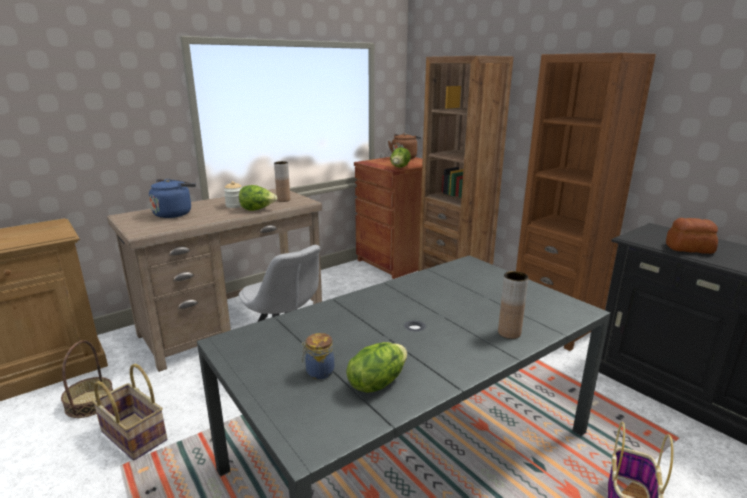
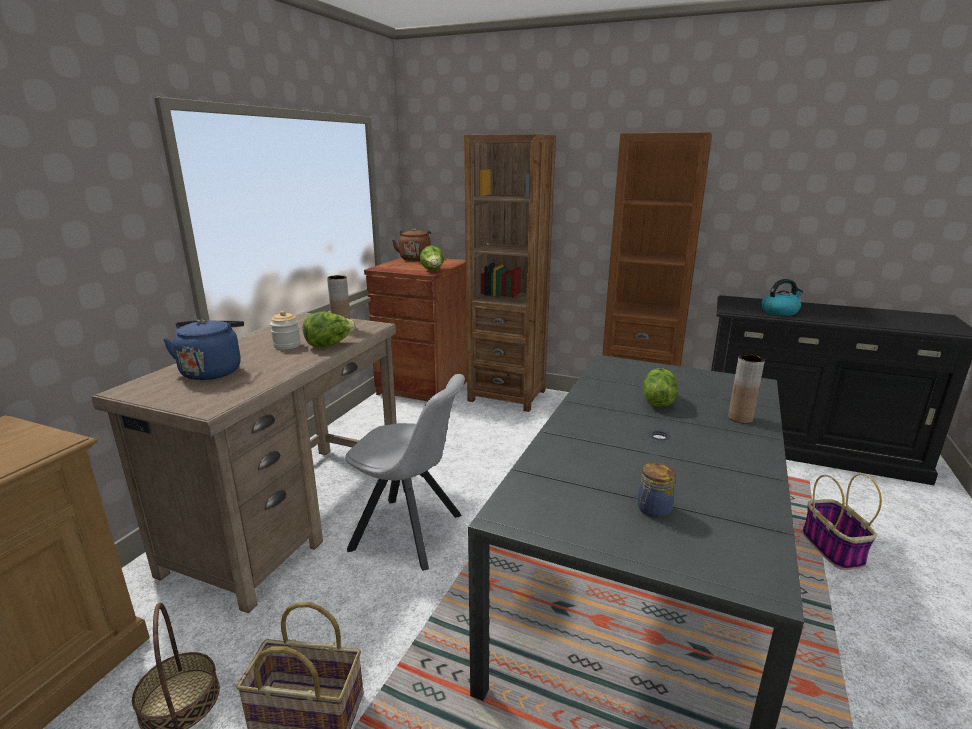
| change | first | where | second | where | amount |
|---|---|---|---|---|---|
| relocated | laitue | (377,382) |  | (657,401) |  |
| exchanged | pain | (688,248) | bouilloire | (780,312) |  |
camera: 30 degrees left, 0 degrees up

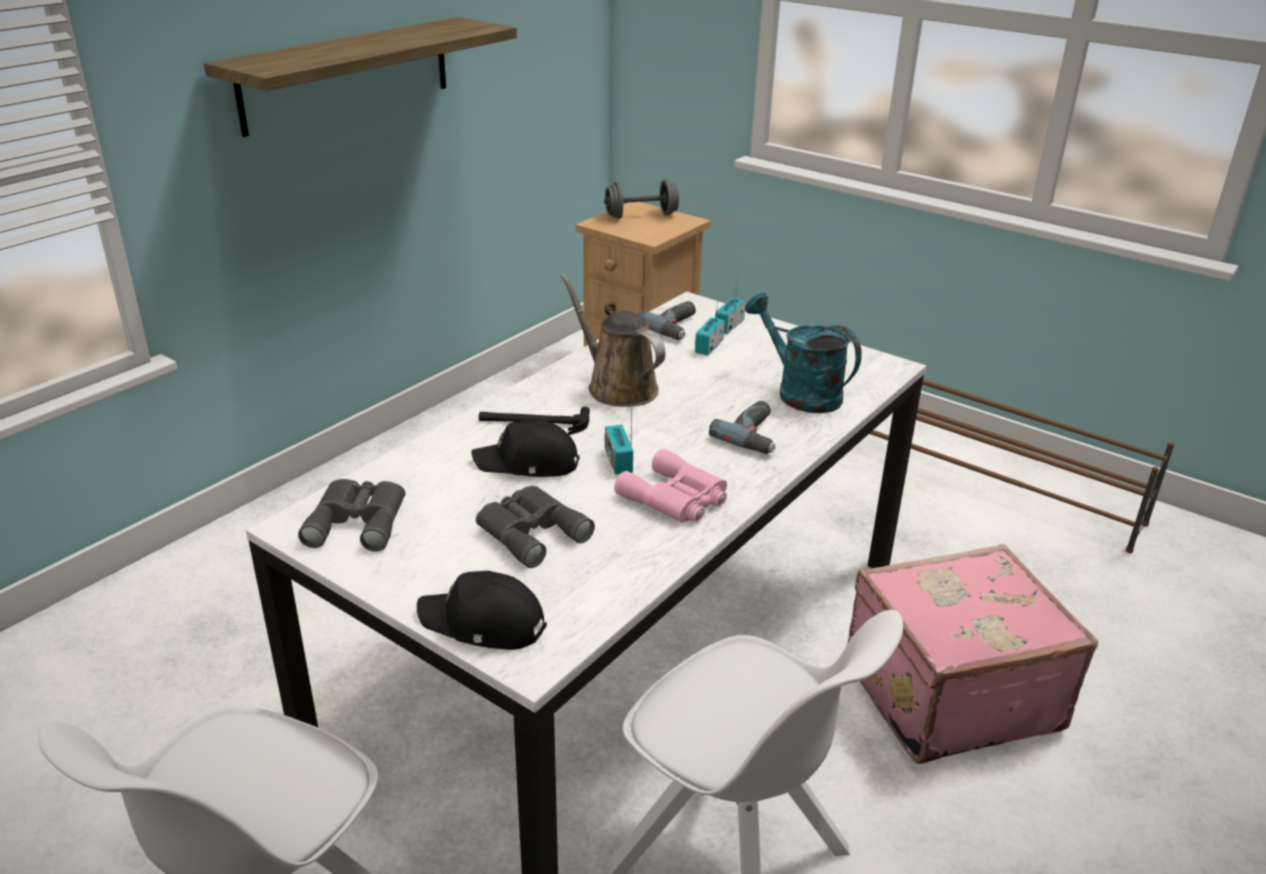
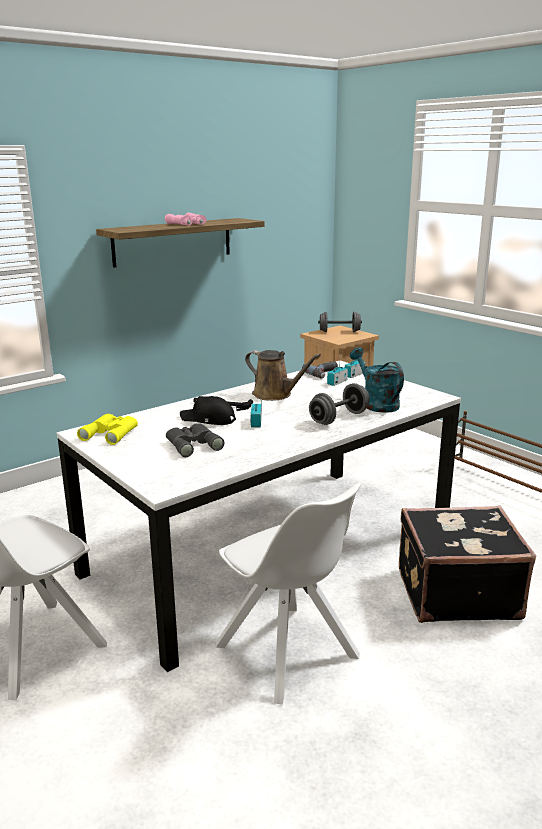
| change | first | where | second | where | amount |
|---|---|---|---|---|---|
| colour | jumelles (gris) | (359,520) | jumelles (jaune) | (111,433) |  |
| relocated | jumelles (rose) | (676,499) |  | (187,224) |  |
| spun | arrosoir (marron) | (617,387) |  | (275,394) | 150 degrees clockwise |
| exchanged | perceuse | (756,435) | haltère (gris) | (339,418) |  |
| colour | valise (rose) | (947,693) | valise (noir) | (455,592) |  |
| missing | casquette (noir) | (483,624) |  |  |  |
camera: 15 degrees right, 10 degrees down

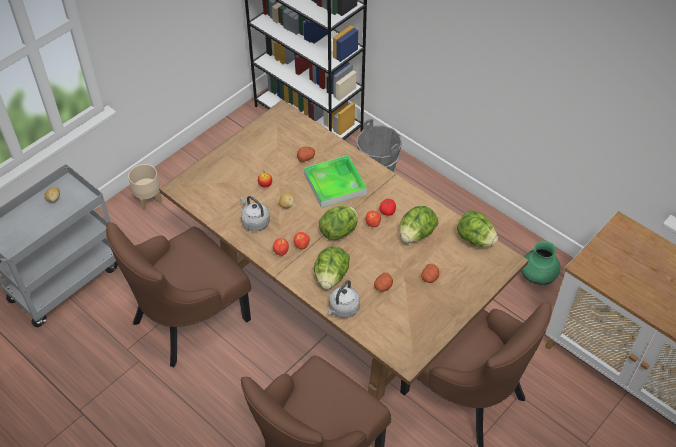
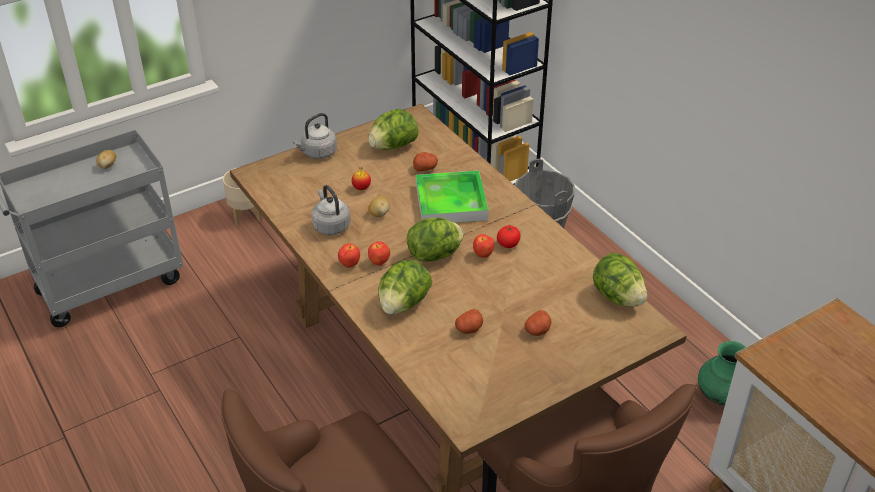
| change | first | where | second | where | amount |
|---|---|---|---|---|---|
| relocated | bouilloire (gris) | (343,309) |  | (318,153) |  |
| relocated | laitue | (416,234) |  | (393,146) |  |
| missing | chaise (marron) | (191,318) |  |  |  |
camera: 15 degrees right, 10 degrees down

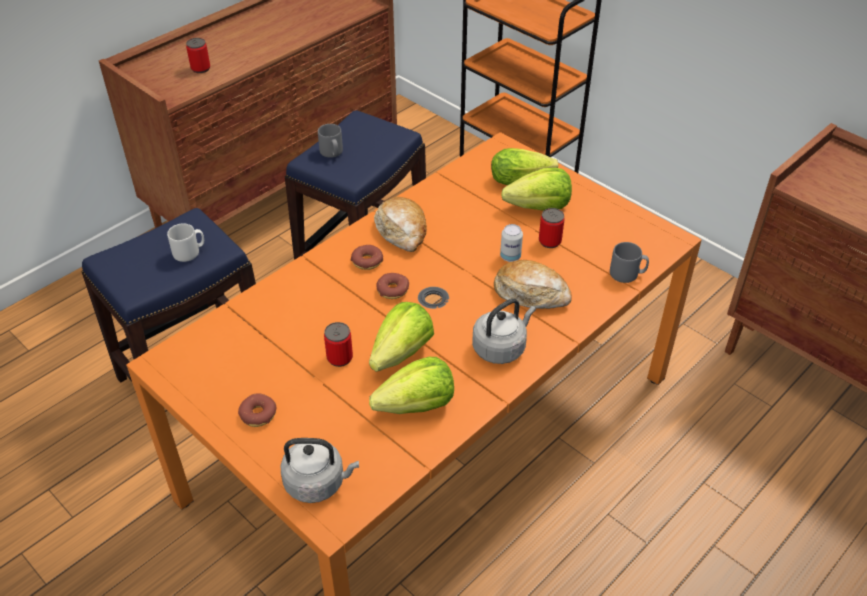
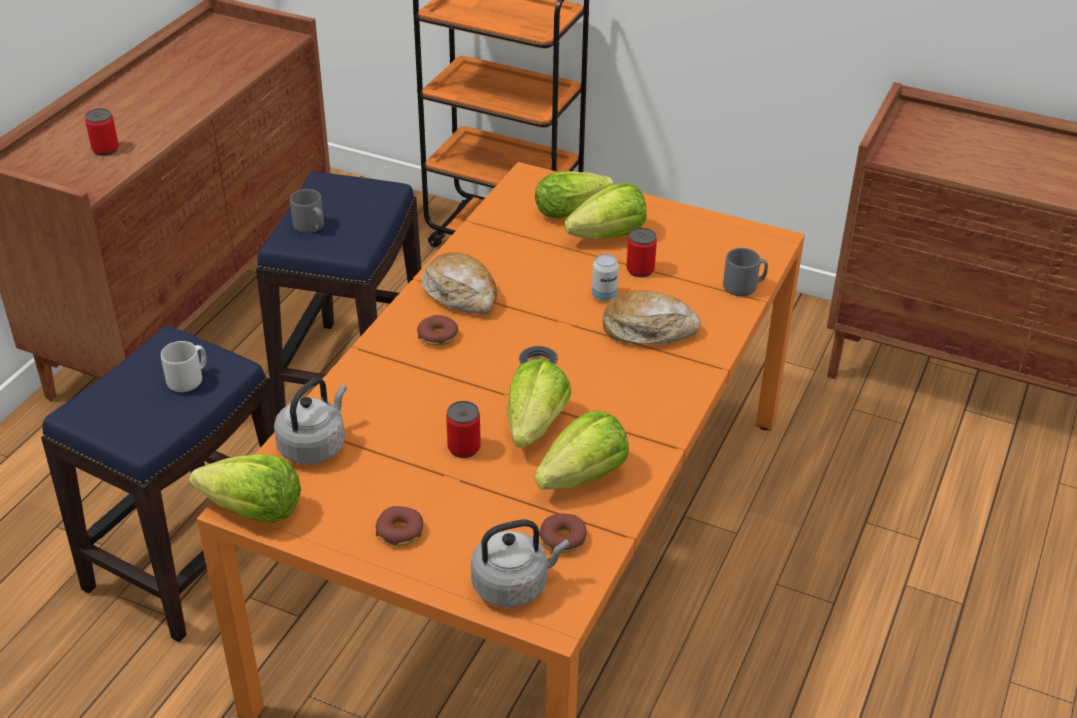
| change | first | where | second | where | amount |
|---|---|---|---|---|---|
| appeared |  |  | laitue | (253,511) |  |
| relocated | bouilloire (gris) | (501,347) |  | (314,445) |  |
| relocated | beignet | (392,290) |  | (562,539) |  |
camera: 20 degrees left, 5 degrees down

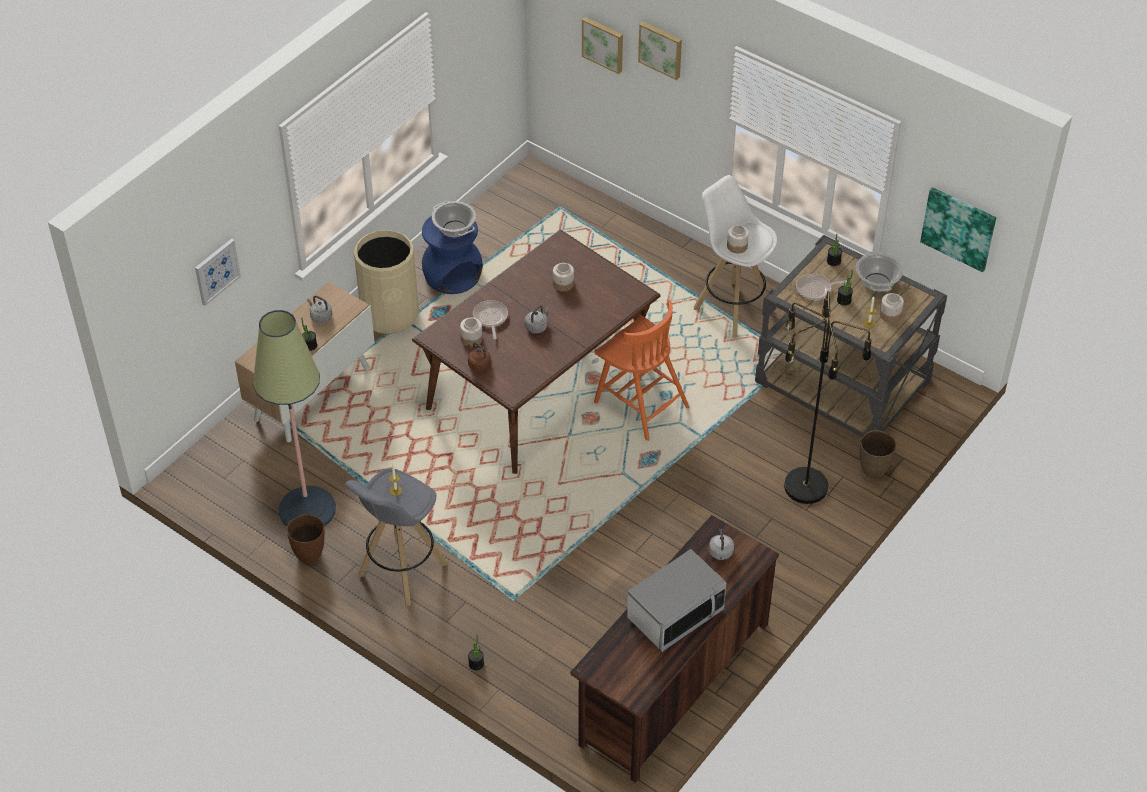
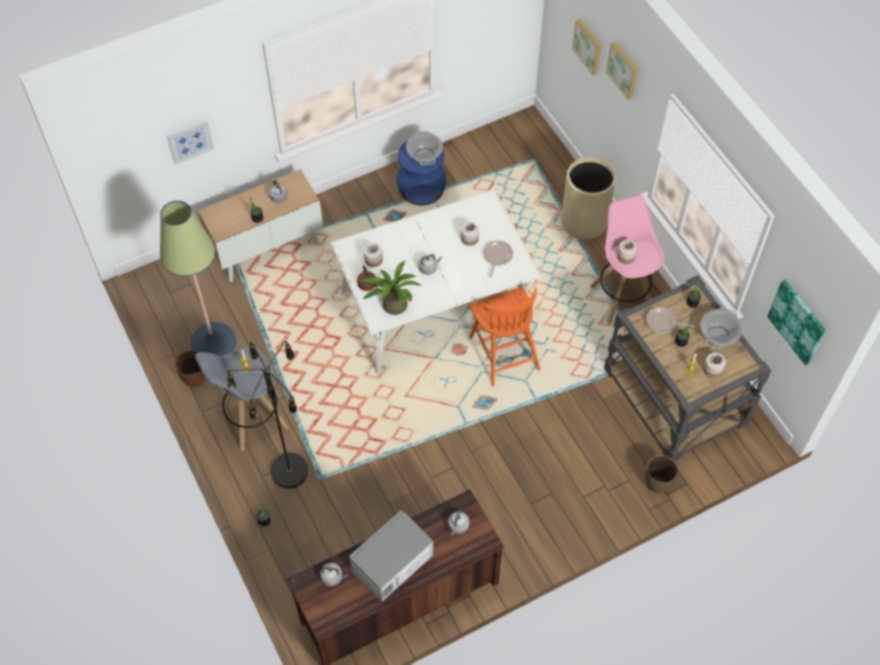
| change | first | where | second | where | amount |
|---|---|---|---|---|---|
| relocated | lampadaire | (804,487) |  | (288,471) |  |
| appeared |  |  | bouilloire (gris) | (333,577) |  |
| colour | table à manger (marron) | (539,385) | table à manger (blanc) | (435,306) |  |
| spun | micro-ondes | (675,614) |  | (392,564) | 150 degrees clockwise |
| appeared |  |  | plante en pot | (392,304) |  |
| relocated | poêle | (490,318) |  | (497,257) |  |
| relocated | poubelle (beige) | (390,314) |  | (584,221) |  |
| colour | tabouret (blanc) | (732,307) | tabouret (rose) | (621,296) |  |
camera: 25 degrees right, 10 degrees up

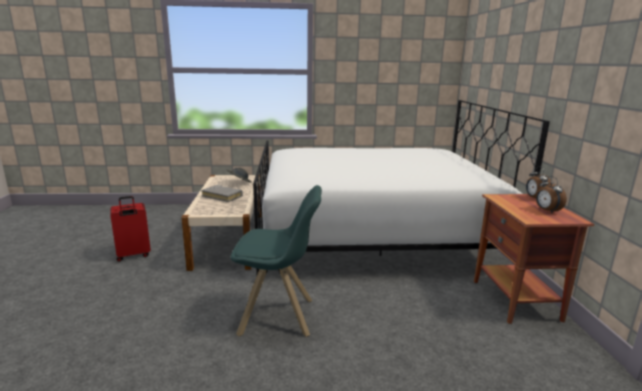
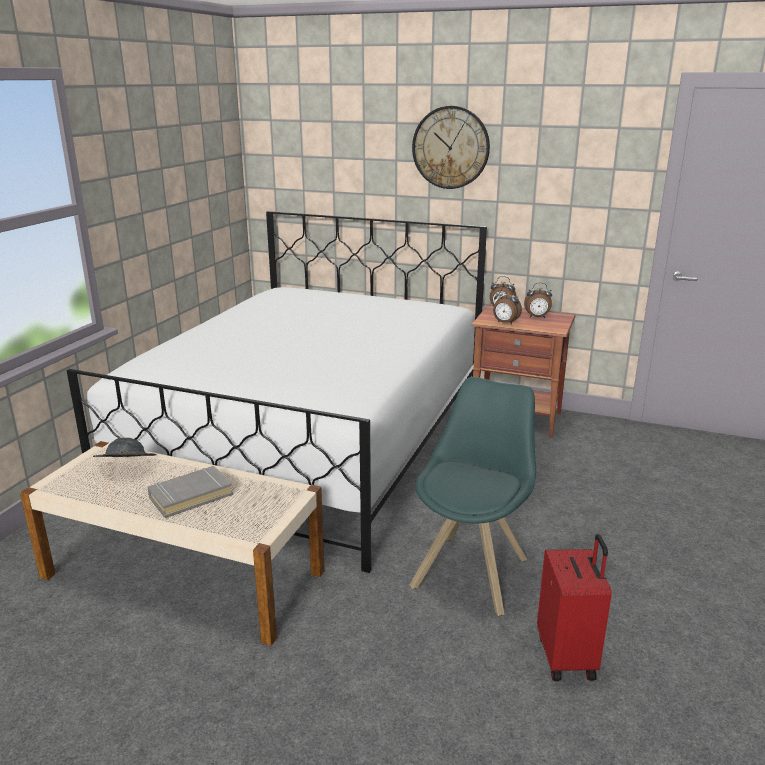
| change | first | where | second | where | amount |
|---|---|---|---|---|---|
| appeared |  |  | horloge murale | (450,147) |  |
| appeared |  |  | réveil | (505,323) |  |
| relocated | valise (rouge) | (133,255) |  | (568,657) |  |
camera: 65 degrees left, 5 degrees up

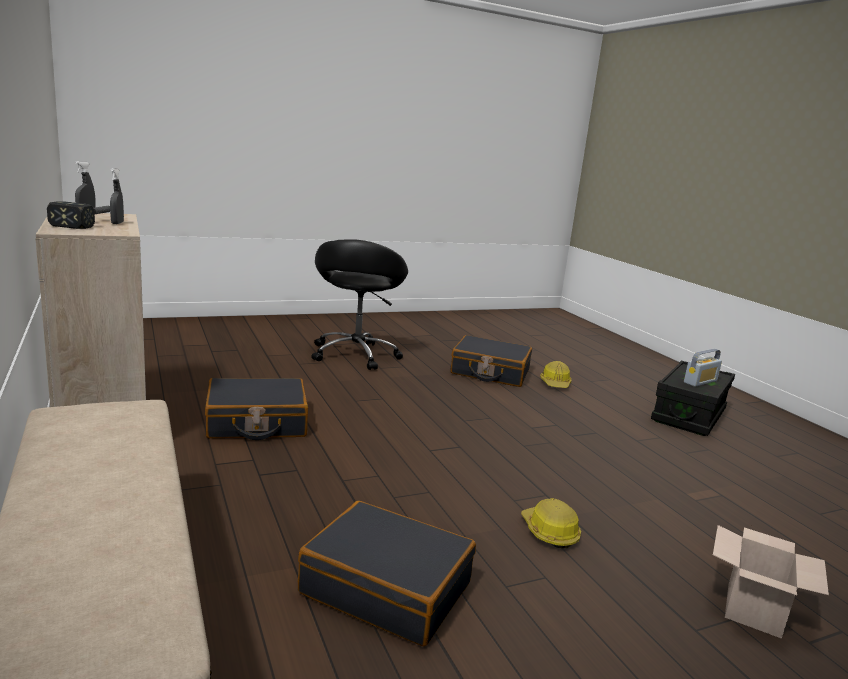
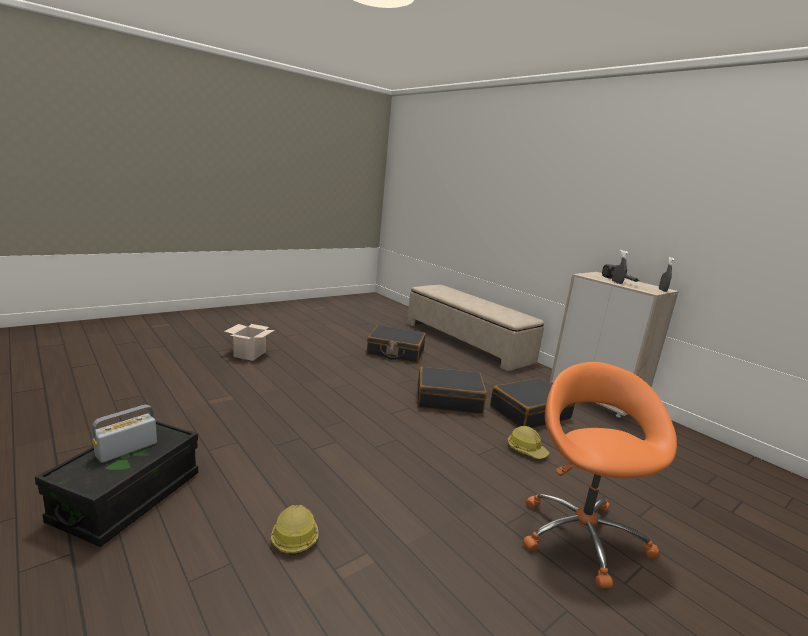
| change | first | where | second | where | amount |
|---|---|---|---|---|---|
| relocated | valise (noir) | (490,372) |  | (448,399) |  |
| relocated | casque de chantier | (549,532) |  | (526,449) |  |
| colour | chaise de bureau (noir) | (355,356) | chaise de bureau (orange) | (580,536) |  |
camera: 165 degrees right, 0 degrees up

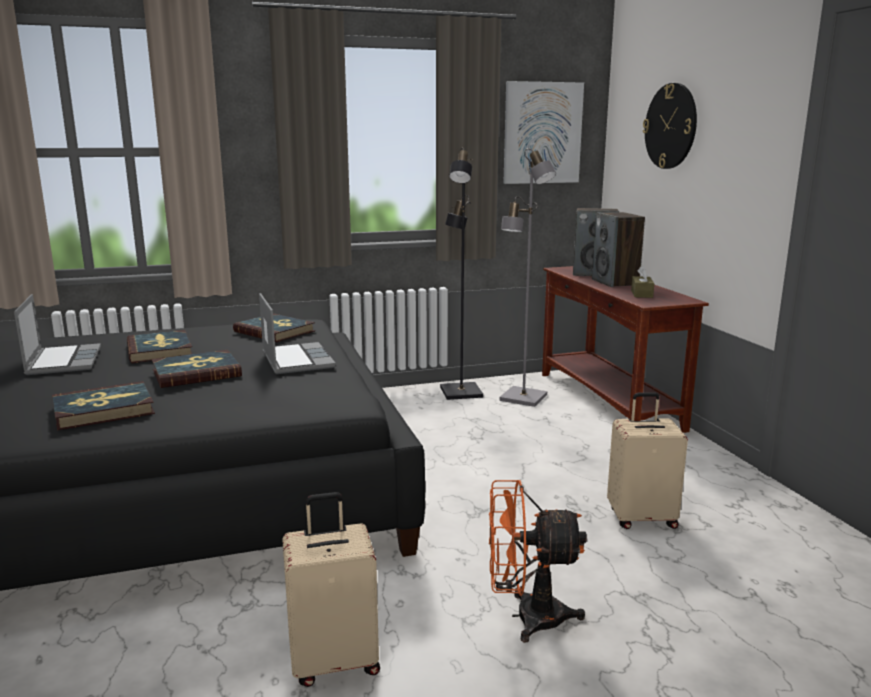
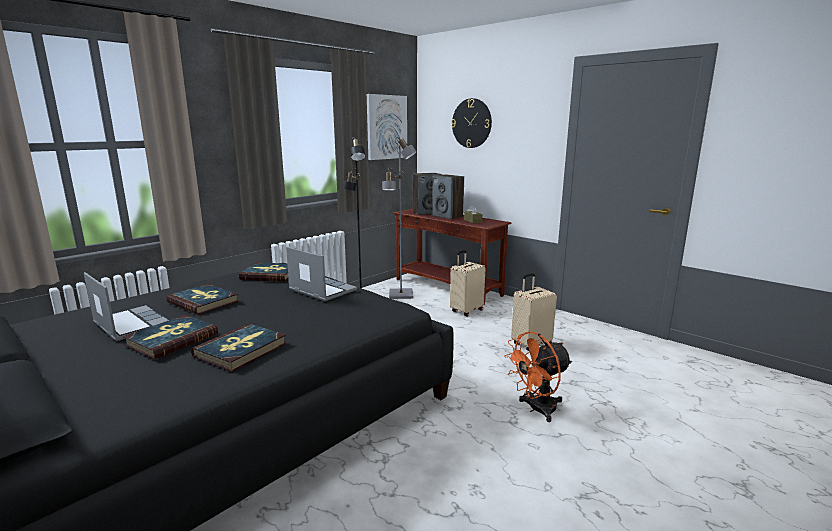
| change | first | where | second | where | amount |
|---|---|---|---|---|---|
| relocated | livre | (196,373) |  | (172,339) |  |
| relocated | valise (beige) | (334,661) |  | (466,311) |  |
camera: 30 degrees left, 0 degrees up

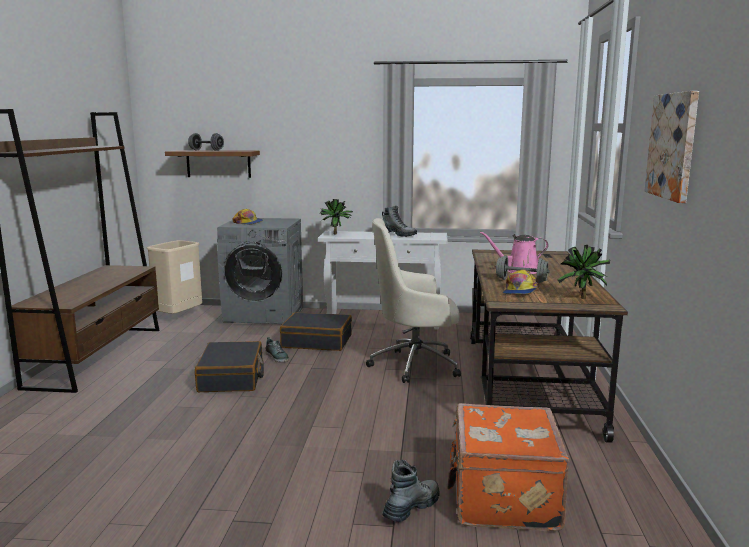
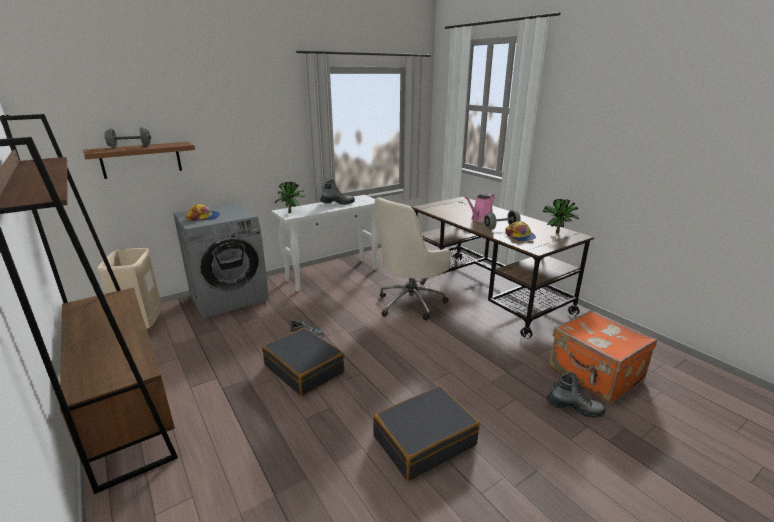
| change | first | where | second | where | amount |
|---|---|---|---|---|---|
| relocated | valise (noir) | (317,341) |  | (424,440) |  |
| spun | botte | (411,507) |  | (574,408) | 105 degrees clockwise |
| missing | tableau | (673,146) |  |  |  |
camera: 40 degrees left, 10 degrees up

